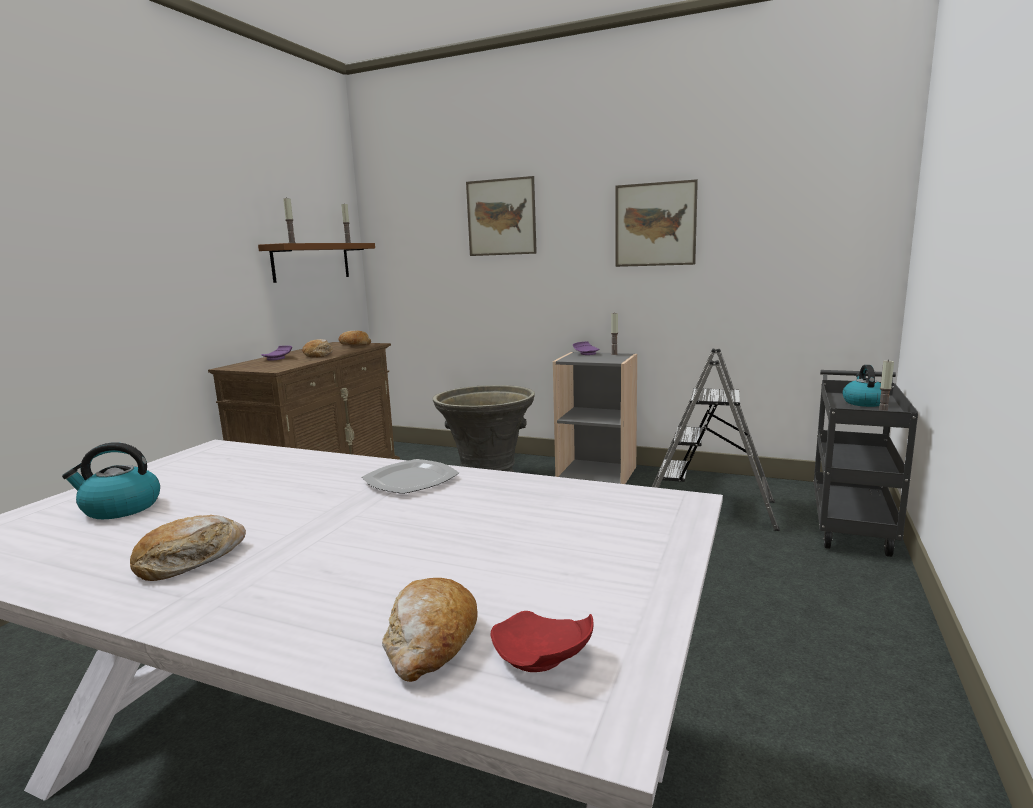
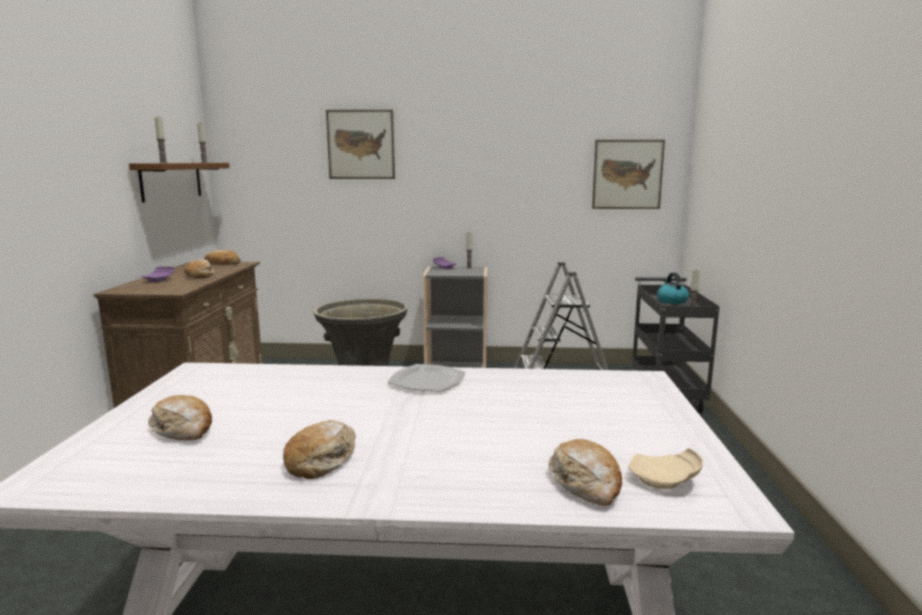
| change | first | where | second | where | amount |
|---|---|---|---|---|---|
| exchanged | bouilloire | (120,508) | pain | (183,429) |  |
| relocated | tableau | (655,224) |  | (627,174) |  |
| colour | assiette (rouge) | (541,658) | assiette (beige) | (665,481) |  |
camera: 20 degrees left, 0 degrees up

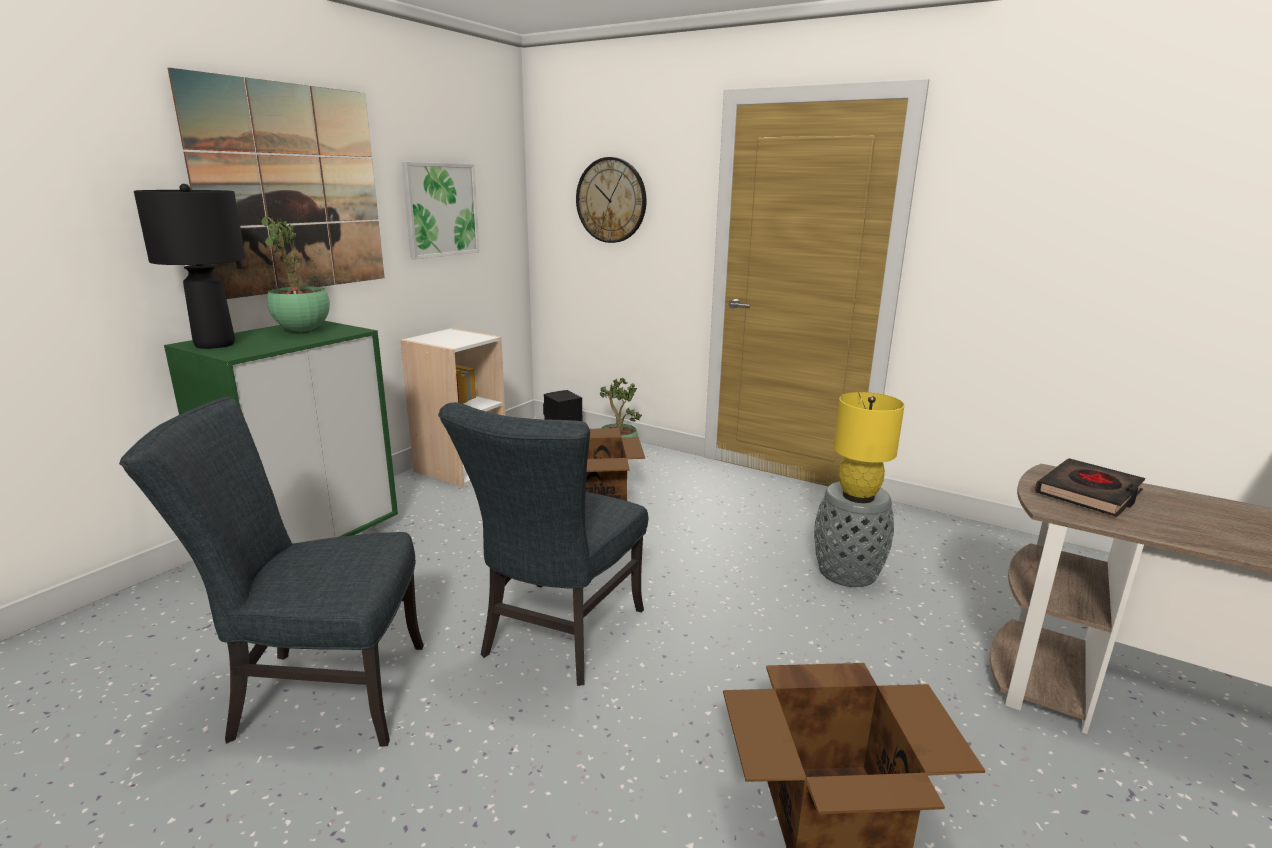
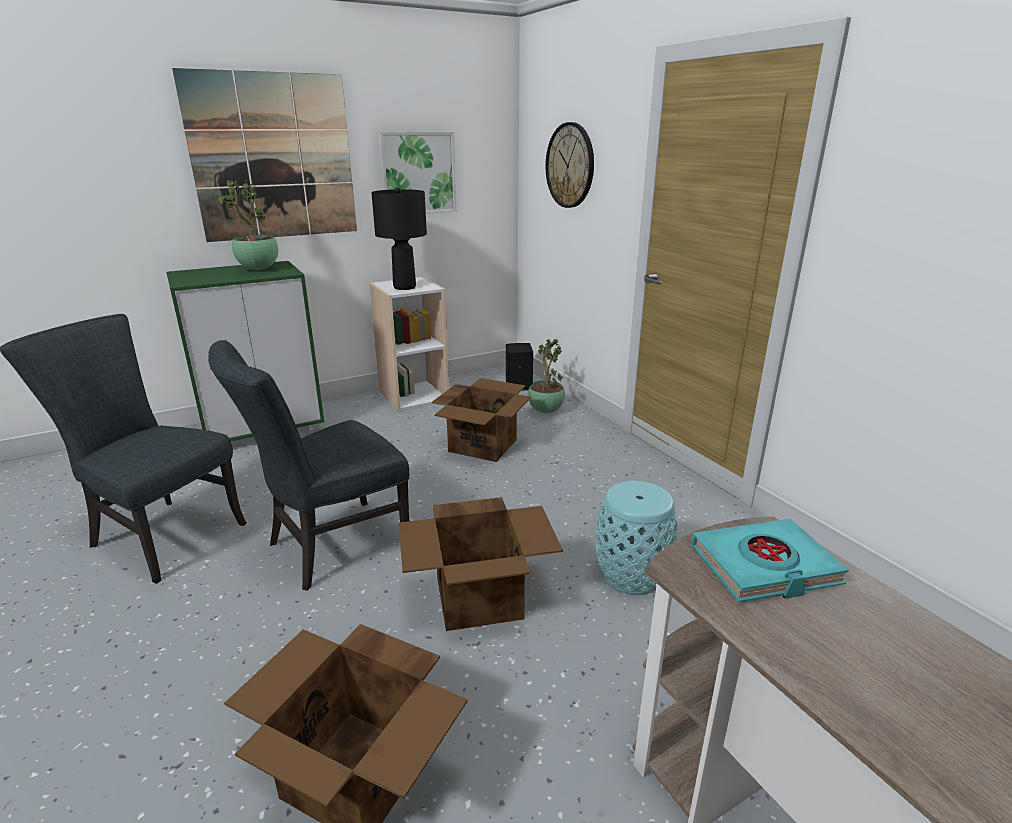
| change | first | where | second | where | amount |
|---|---|---|---|---|---|
| relocated | lampe de table (noir) | (215,344) |  | (405,287) |  |
| appeared |  |  | carton | (480,597) |  |
| colour | tabouret (gris) | (847,572) | tabouret (turquoise) | (631,575) |  |
| colour | livre (noir) | (1089,493) | livre (turquoise) | (764,566) |  |
| missing | lampe de table (jaune) | (858,496) |  |  |  |
camera: 30 degrees right, 5 degrees up

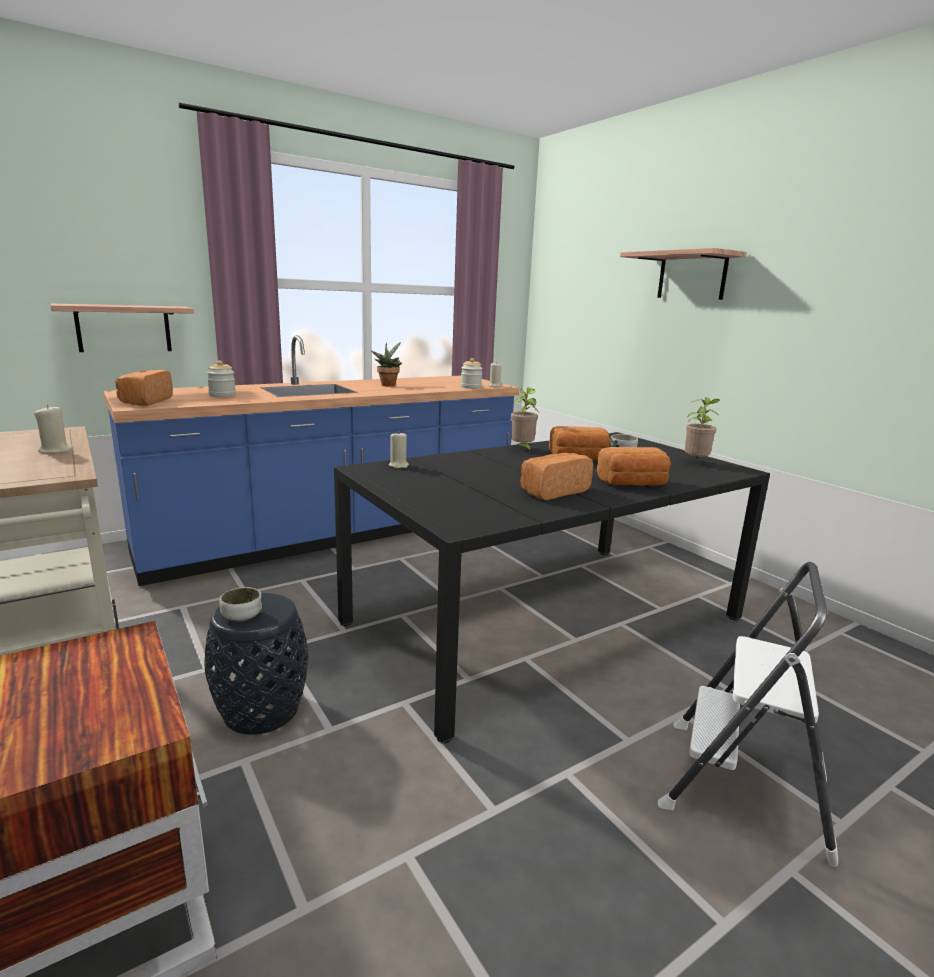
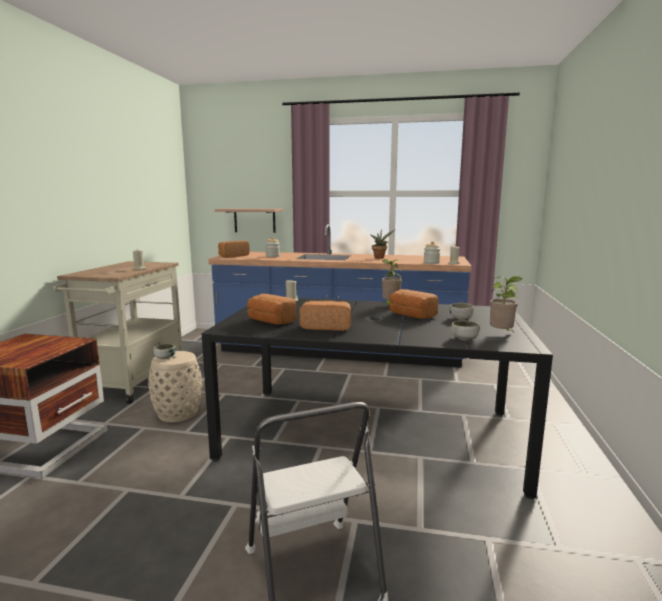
| change | first | where | second | where | amount |
|---|---|---|---|---|---|
| colour | tabouret (noir) | (261,710) | tabouret (beige) | (178,413) |  |
| relocated | pain | (633,484) |  | (270,321) |  |
| appeared |  |  | bol | (464,338) |  |
| missing | étagère | (692,276) |  |  |  |
camera: 45 degrees right, 5 degrees down

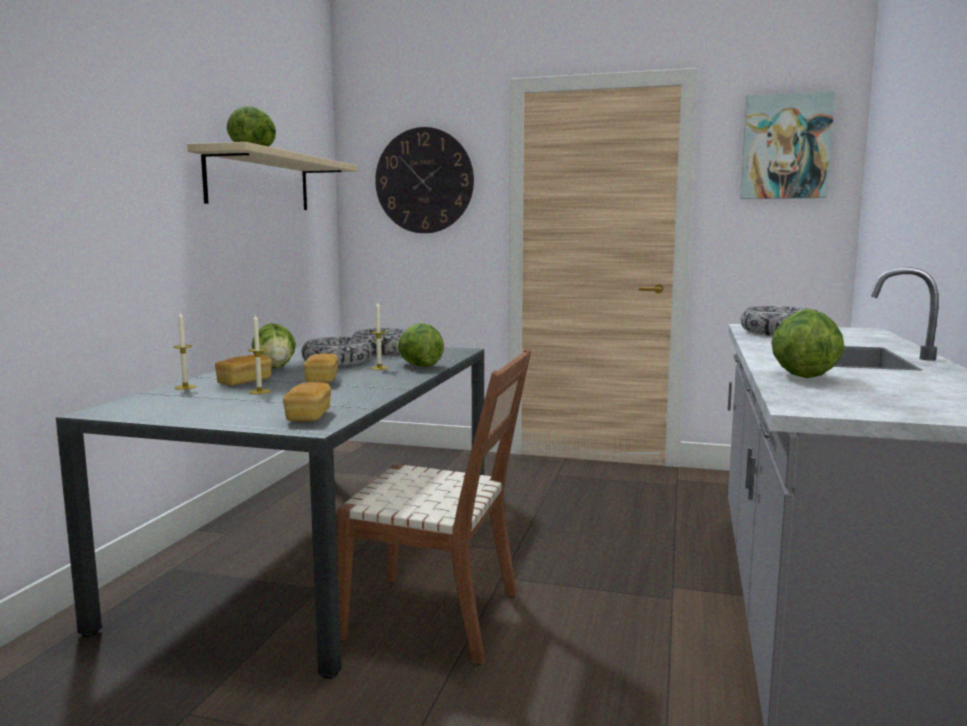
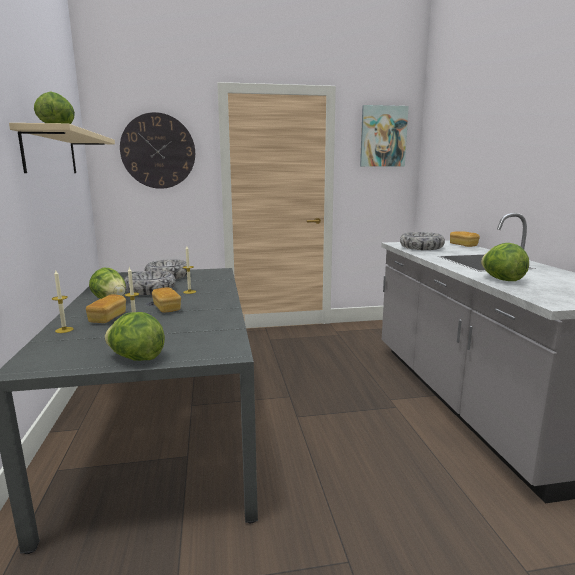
| change | first | where | second | where | amount |
|---|---|---|---|---|---|
| relocated | laitue | (419,366) |  | (136,358) |  |
| relocated | pain | (308,416) |  | (463,245) |  |
| missing | chaise | (440,619) |  |  |  |
camera: 25 degrees left, 5 degrees up

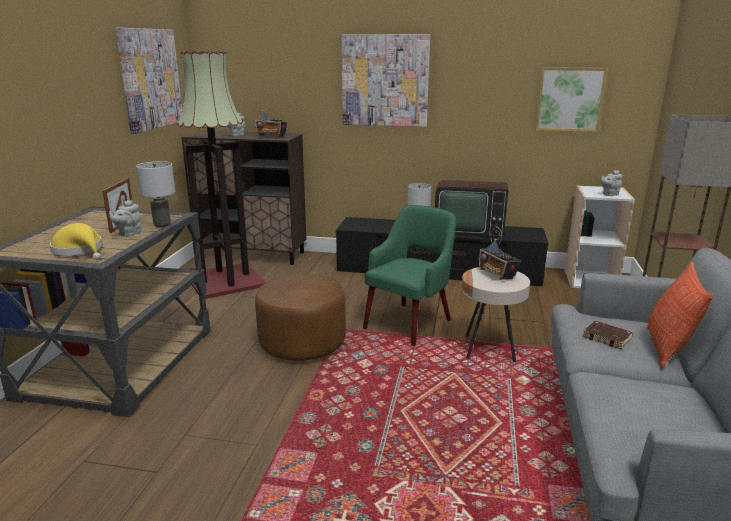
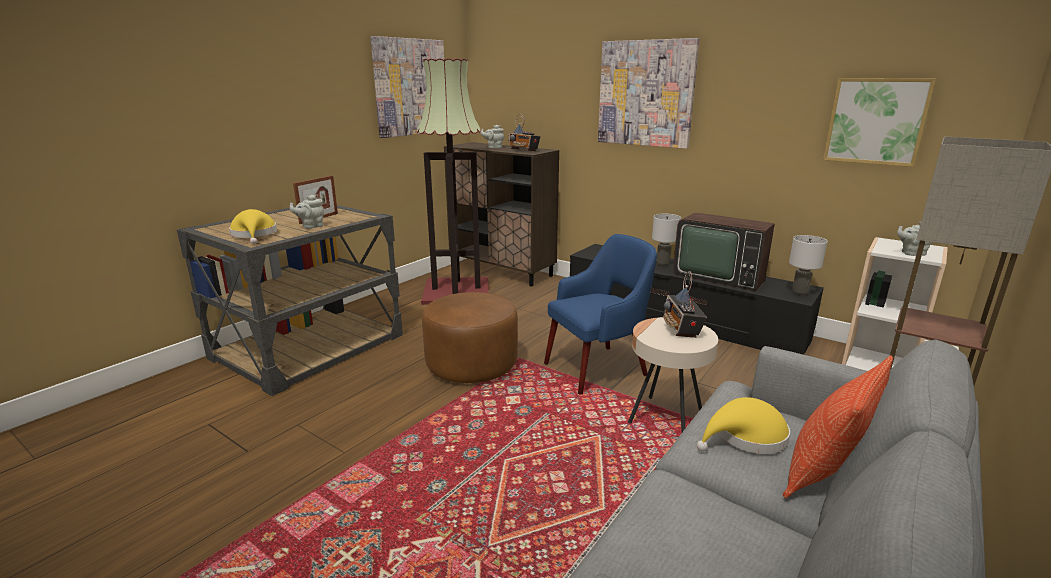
| change | first | where | second | where | amount |
|---|---|---|---|---|---|
| colour | fauteuil (vert) | (409,323) | fauteuil (bleu) | (597,368) |  |
| exchanged | livre (marron) | (607,337) | chapeau (jaune) | (746,437) |  |
| relocated | lampe de table (blanc) | (163,225) |  | (801,293) |  |
camera: 25 degrees right, 0 degrees up

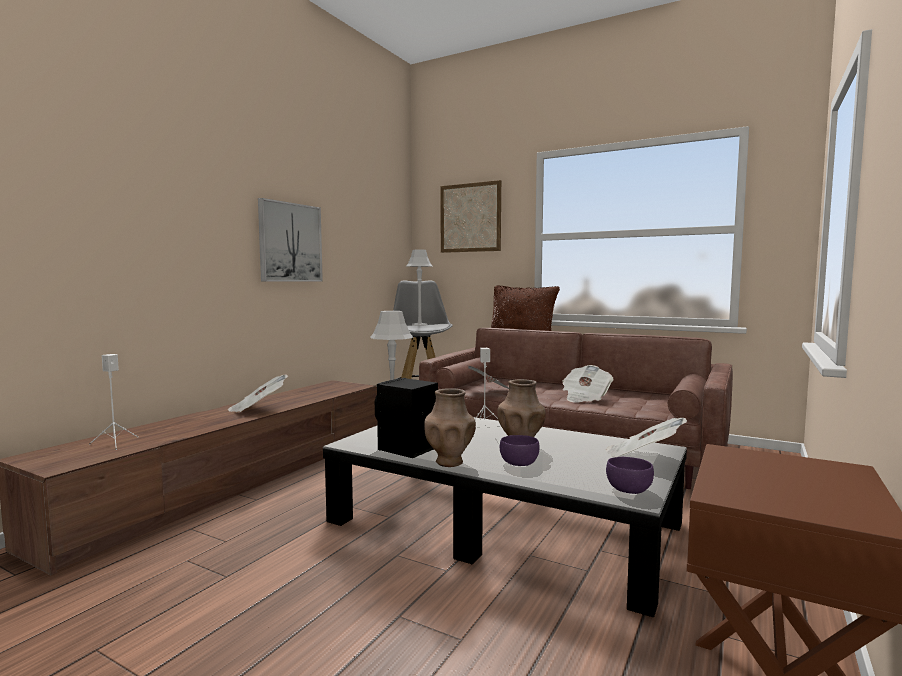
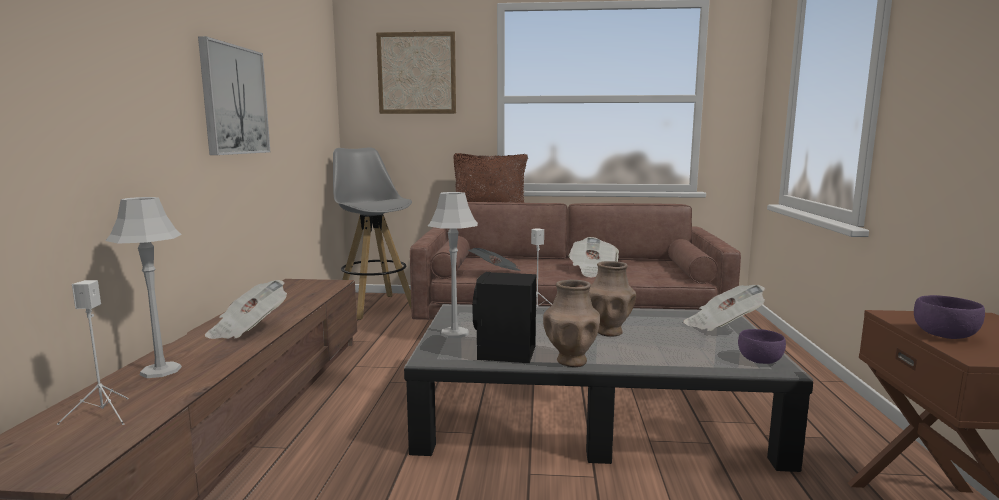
| change | first | where | second | where | amount |
|---|---|---|---|---|---|
| relocated | lampe de table (gris) | (419,325) |  | (160,370) |  |
| relocated | bol (violet) | (518,463) |  | (944,334) |  |
camera: 25 degrees left, 5 degrees up

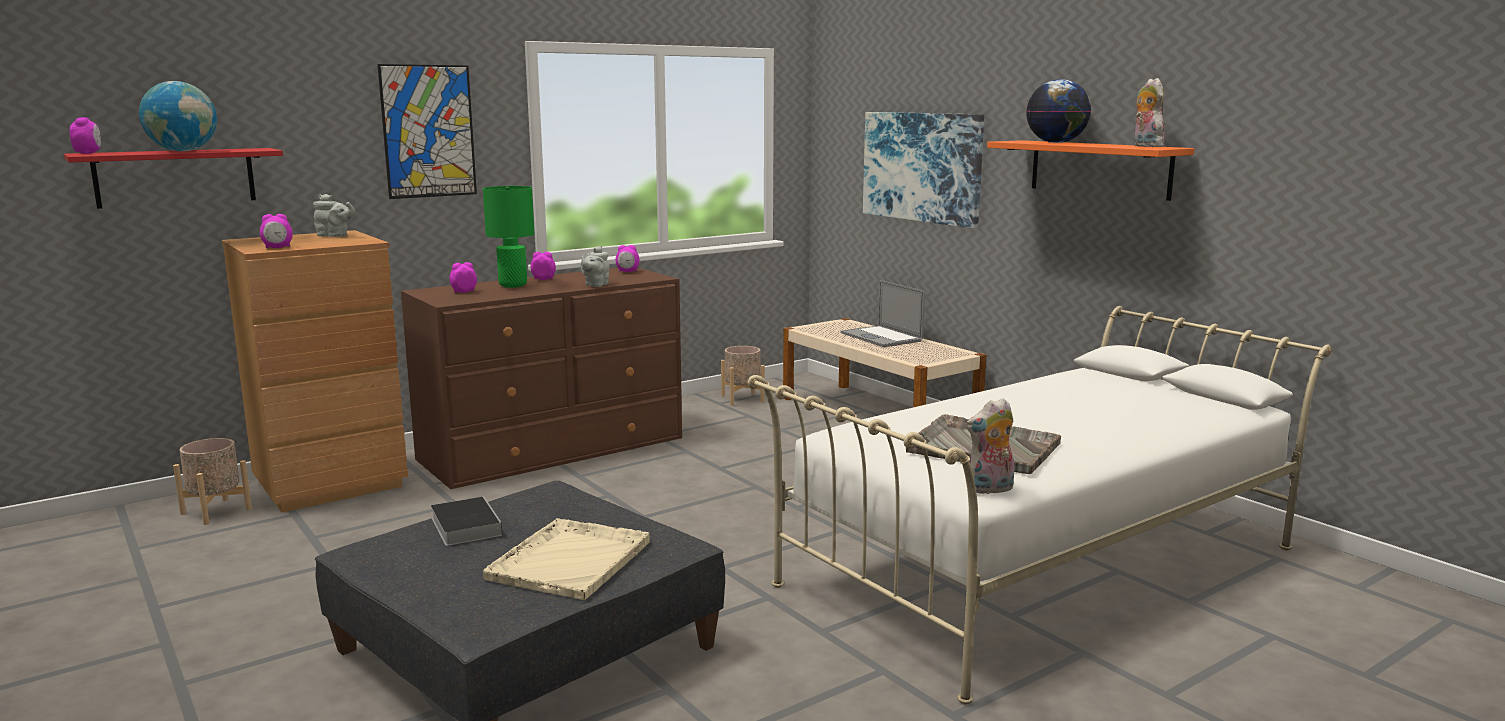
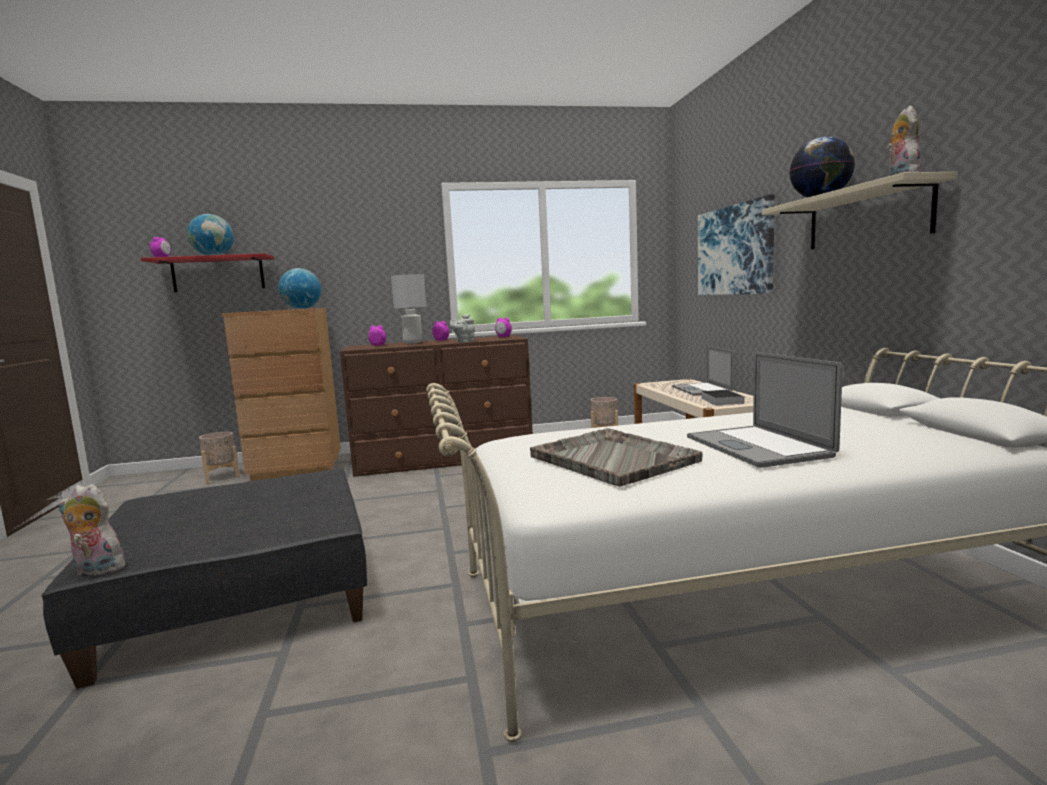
| change | first | where | second | where | amount |
|---|---|---|---|---|---|
| relocated | peluche | (990,489) |  | (96,571) |  |
| exchanged | théière (gris) | (334,236) | globe | (302,308) |  |
| colour | lampe de table (vert) | (513,286) | lampe de table (gris) | (413,343) |  |
| appeared |  |  | ordinateur portable | (757,446) |  |
| relocated | livre | (465,525) |  | (720,400) |  |
| colour | étagère (orange) | (1099,169) | étagère (beige) | (866,217) |  |
| missing | réveil | (277,247) |  |  |  |
| missing | tableau | (428,131) |  |  |  |
| missing | plateau (beige) | (571,560) |  |  |  |
camera: 25 degrees right, 5 degrees down

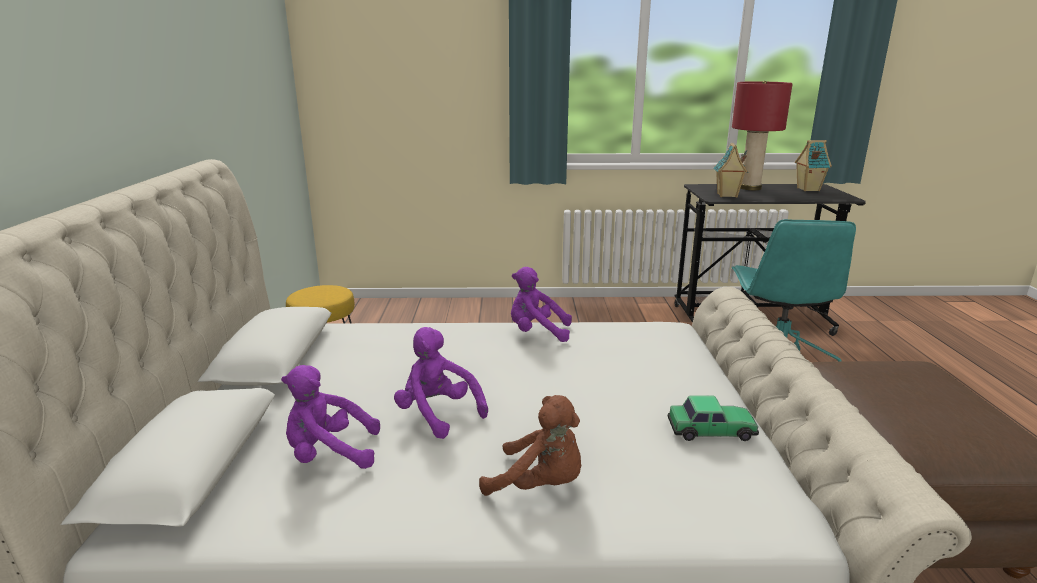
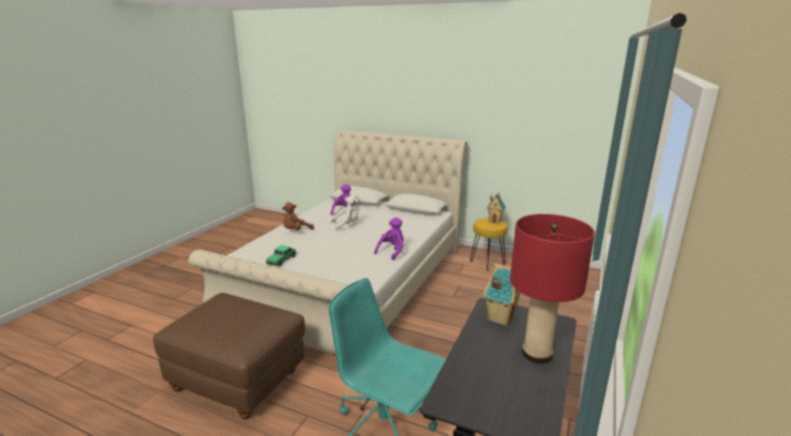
| change | first | where | second | where | amount |
|---|---|---|---|---|---|
| colour | peluche (violet) | (437,414) | peluche (blanc) | (347,225) |  |
| relocated | maison miniature | (807,189) |  | (495,221) |  |
camera: 115 degrees right, 0 degrees up

